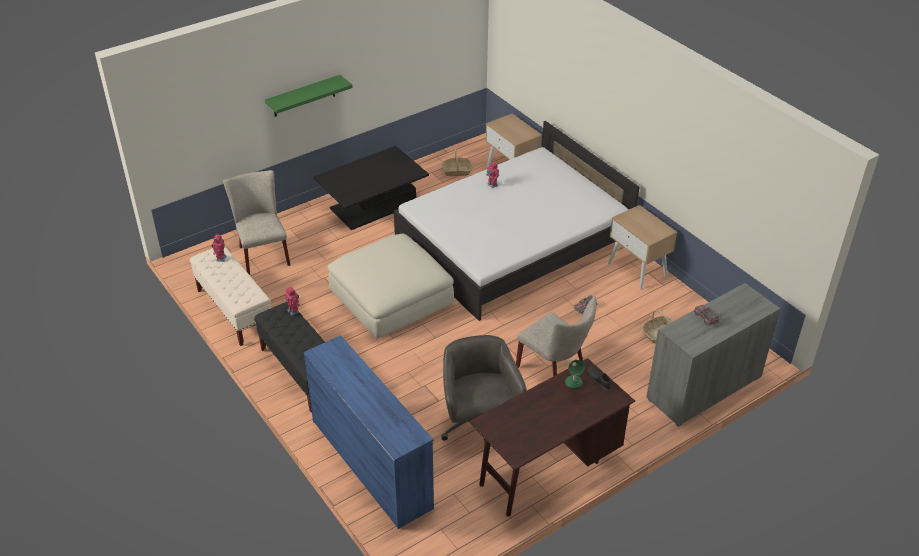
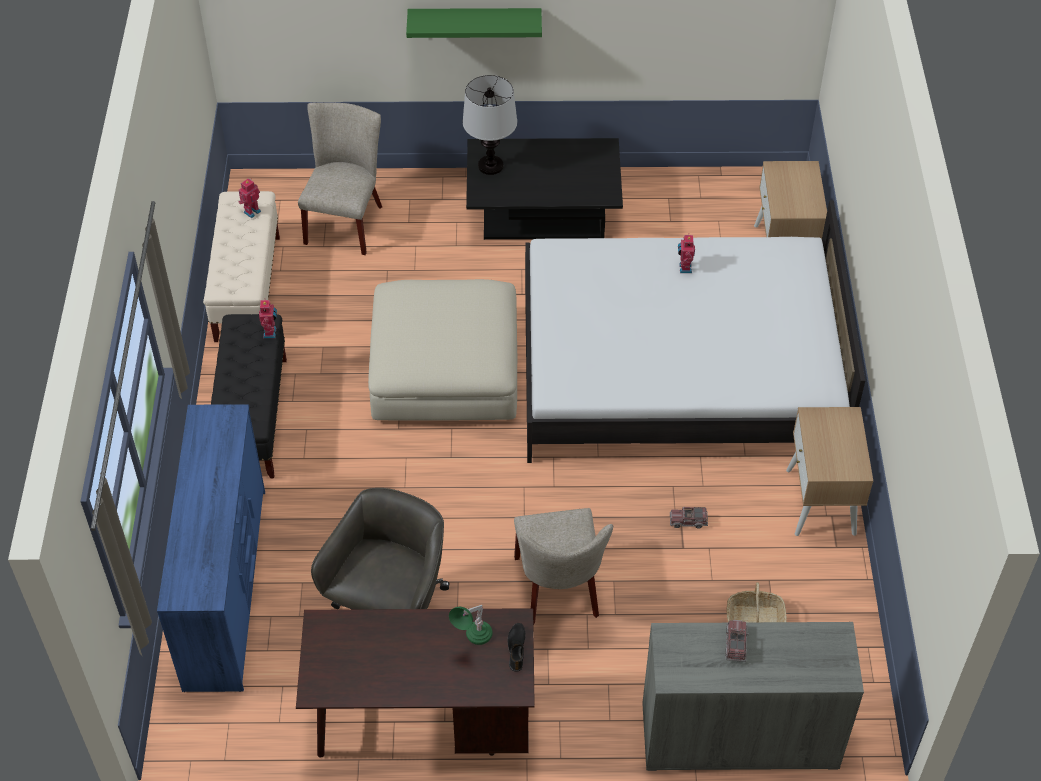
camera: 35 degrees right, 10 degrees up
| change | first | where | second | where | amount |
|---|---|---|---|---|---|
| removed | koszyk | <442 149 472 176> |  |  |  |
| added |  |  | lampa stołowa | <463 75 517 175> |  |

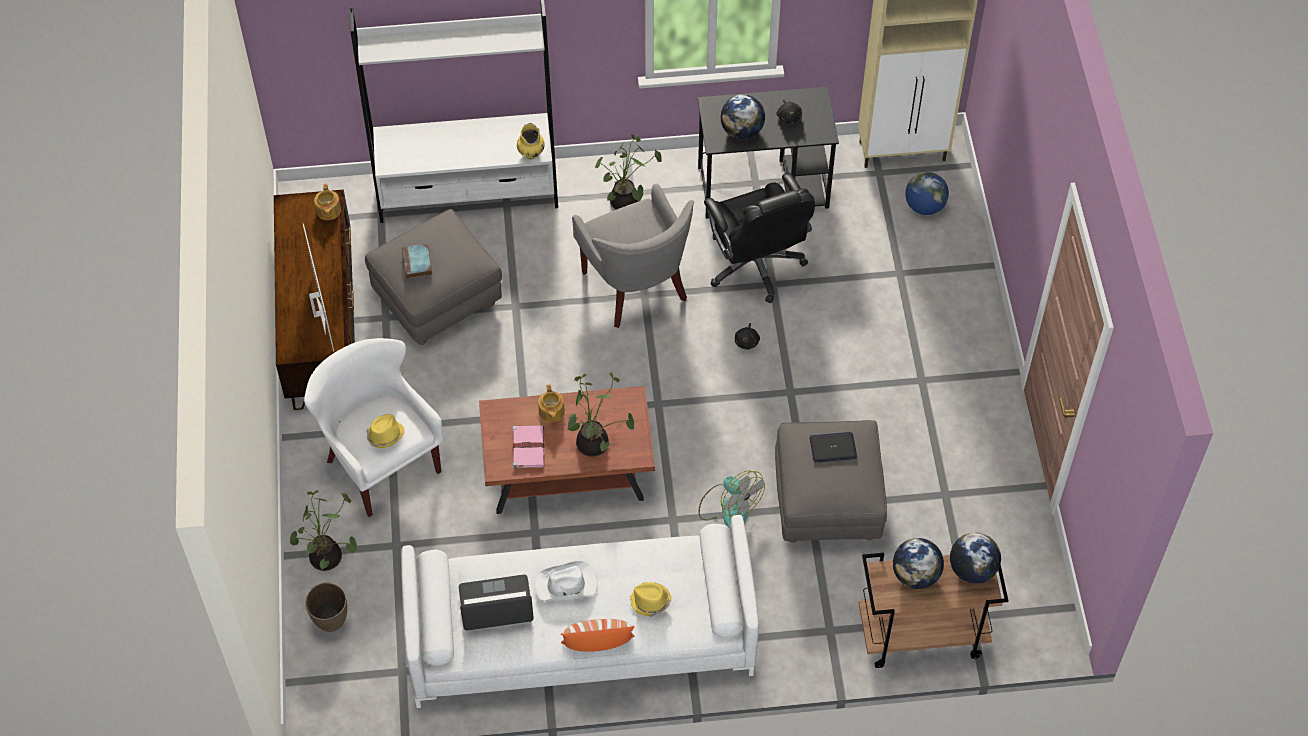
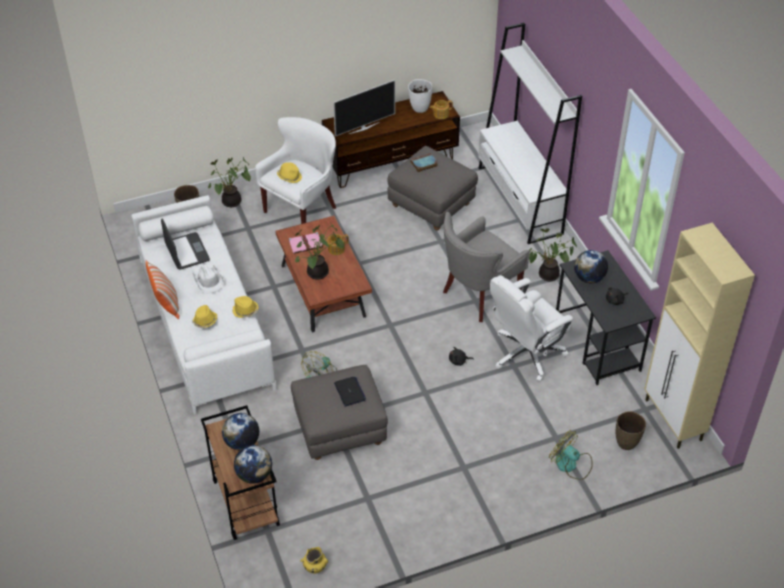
camera: 75 degrees right, 10 degrees down
| change | first | where | second | where | amount |
|---|---|---|---|---|---|
| added |  |  | kapelusz [żółty] | <232 296 259 318> |  |
| added |  |  | wazon [biały] | <408 79 432 113> |  |
| added |  |  | wentylator | <549 430 593 480> |  |
| moved | wazon [żółty] | <517 123 544 159> |  | <300 547 328 574> |  |
| replaced | globus | <905 172 949 215> | wazon [brązowy] | <616 411 646 450> |  |
| recoloured | krzesło biurowe [czarny] | <704 173 815 303> | krzesło biurowe [biały] | <490 275 573 382> |  |

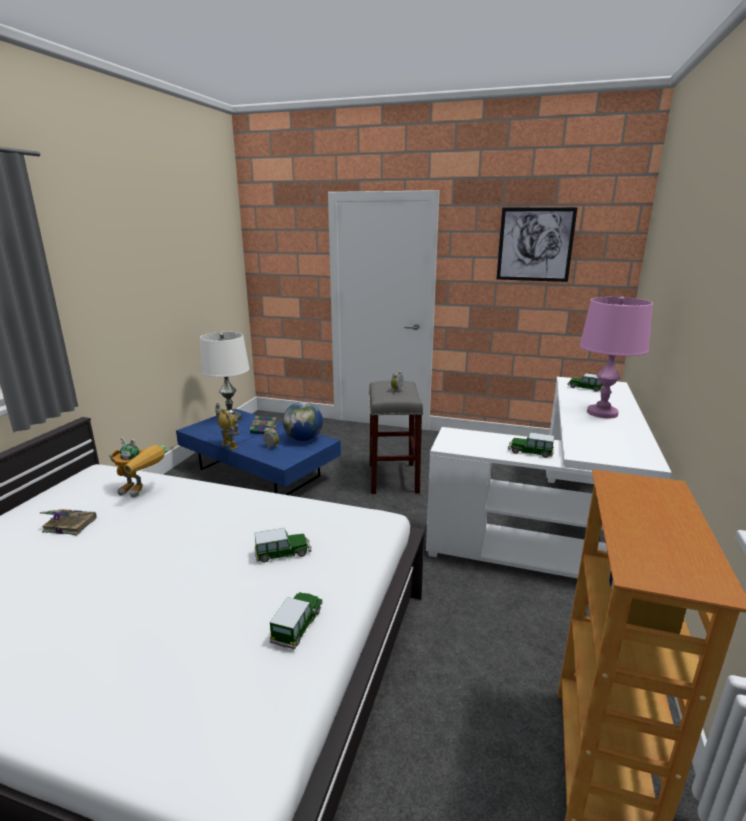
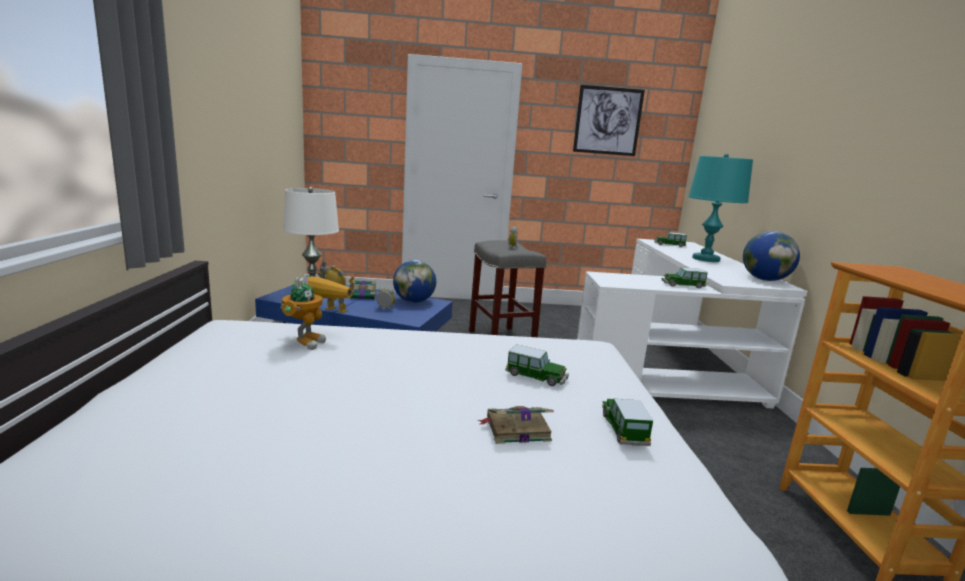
camera: 20 degrees left, 5 degrees down
| change | first | where | second | where | amount |
|---|---|---|---|---|---|
| added |  |  | globus | <743 231 800 281> |  |
| moved | książka | <40 509 97 535> |  | <478 406 554 444> |  |
| recoloured | lampa stołowa [różowy] | <580 296 653 419> | lampa stołowa [turkusowy] | <688 154 753 262> |  |
| turned | robot zabawkowy | <109 437 168 497> |  | <280 274 353 350> | 75 degrees counterclockwise |
| turned | samochodzik | <255 528 311 562> |  | <505 344 569 386> | 60 degrees clockwise |

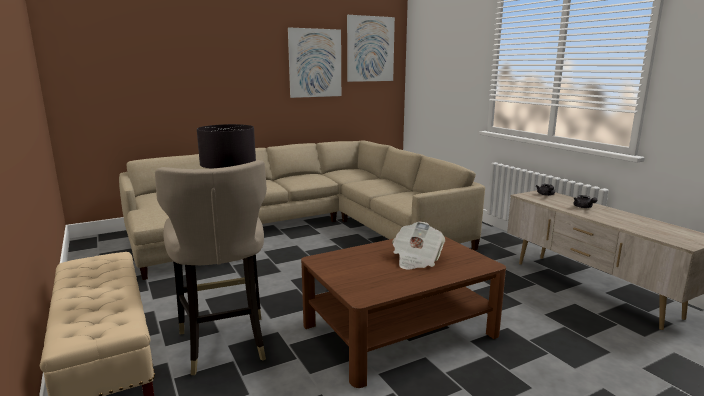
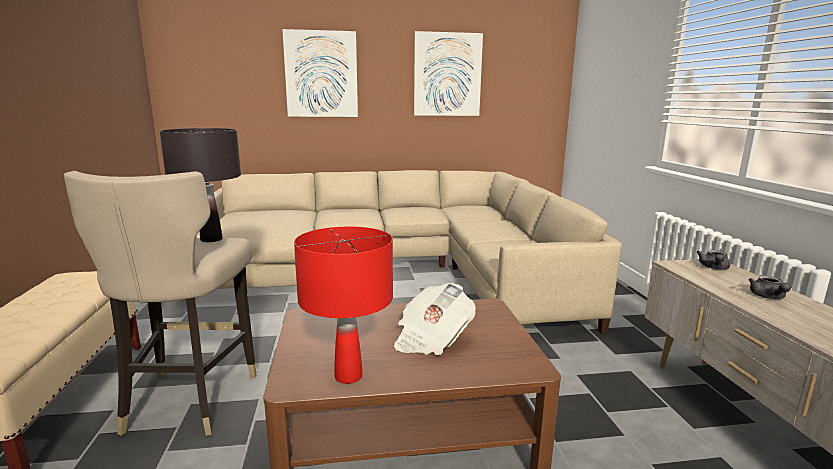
camera: 20 degrees right, 0 degrees up
| change | first | where | second | where | amount |
|---|---|---|---|---|---|
| added |  |  | lampa stołowa [czerwony] | <294 227 393 384> |  |
| moved | obraz | <347 15 395 82> |  | <282 29 358 117> |  |

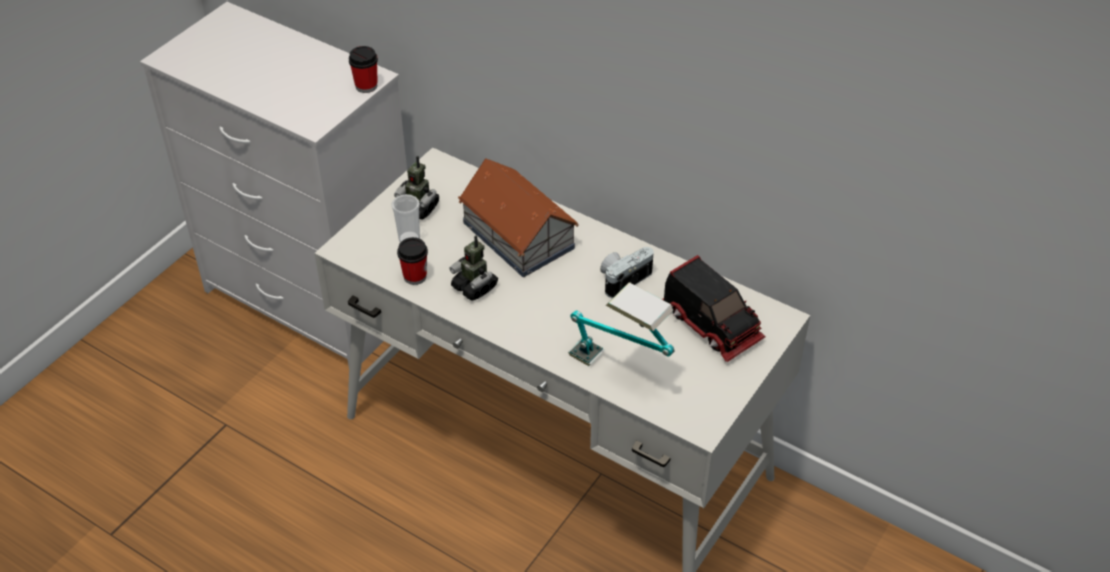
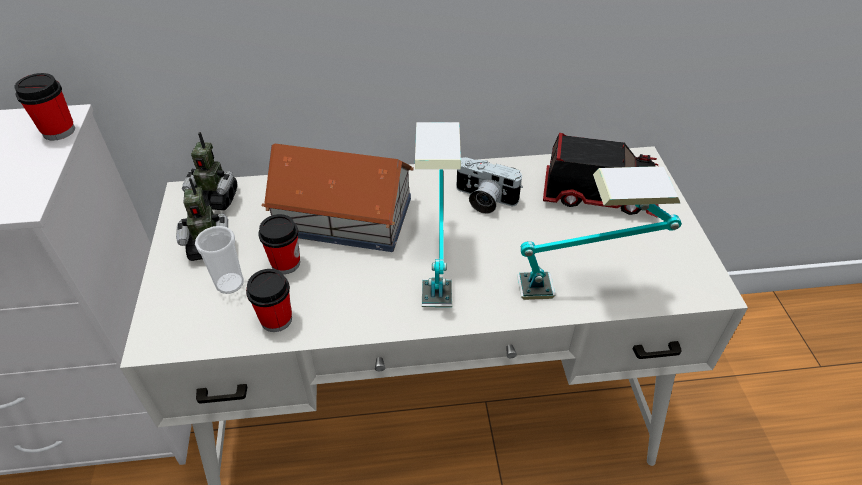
camera: 40 degrees left, 0 degrees up
| change | first | where | second | where | amount |
|---|---|---|---|---|---|
| added |  |  | filiżanka | <258 214 300 274> |  |
| added |  |  | lampa stołowa | <415 122 461 307> |  |
| moved | robot zabawkowy | <449 235 498 301> |  | <182 132 237 210> |  |
| turned | aparat fotograficzny | <600 247 654 298> |  | <456 157 523 214> | 75 degrees counterclockwise |

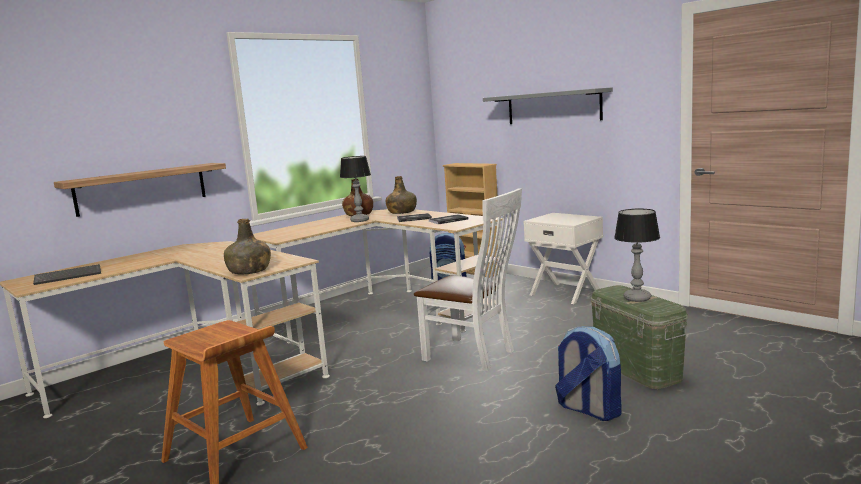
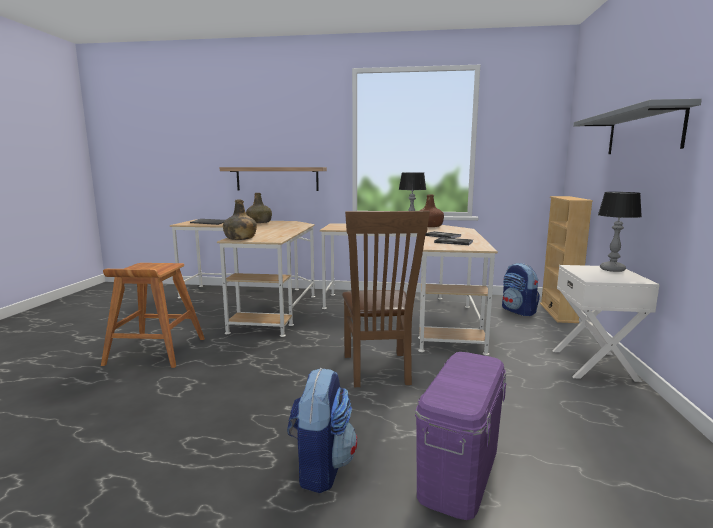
camera: 50 degrees right, 0 degrees up
| change | first | where | second | where | amount |
|---|---|---|---|---|---|
| moved | butelka [zielony] | <385 176 417 214> |  | <246 193 272 223> |  |
| moved | lampa stołowa | <614 209 660 302> |  | <598 192 642 272> |  |
| recoloured | krzesło [biały] | <414 188 522 371> | krzesło [brązowy] | <342 211 430 387> |  |
| recoloured | pojemnik do przechowywania [zielony] | <591 285 688 389> | pojemnik do przechowywania [fioletowy] | <415 352 506 520> |  |

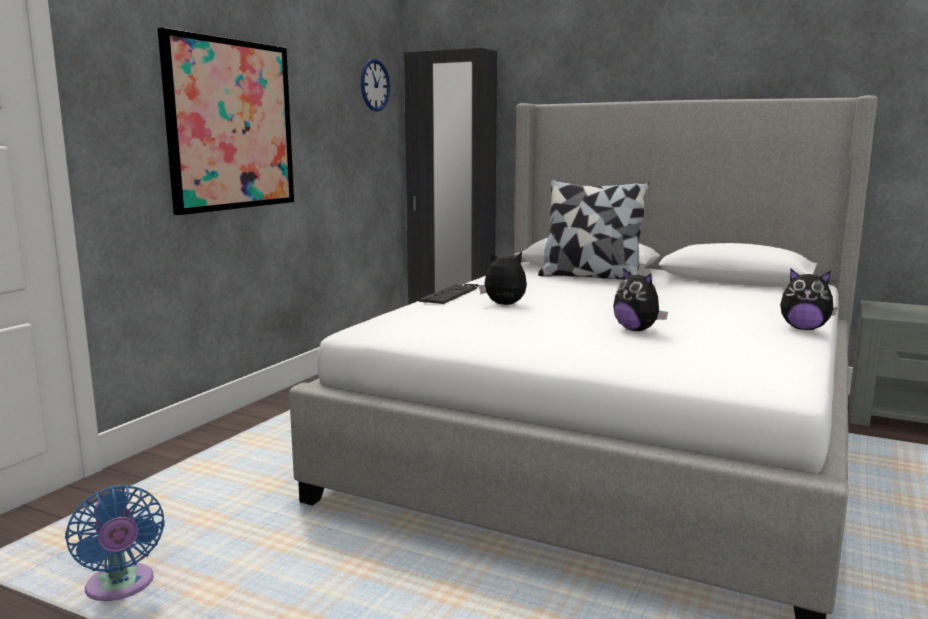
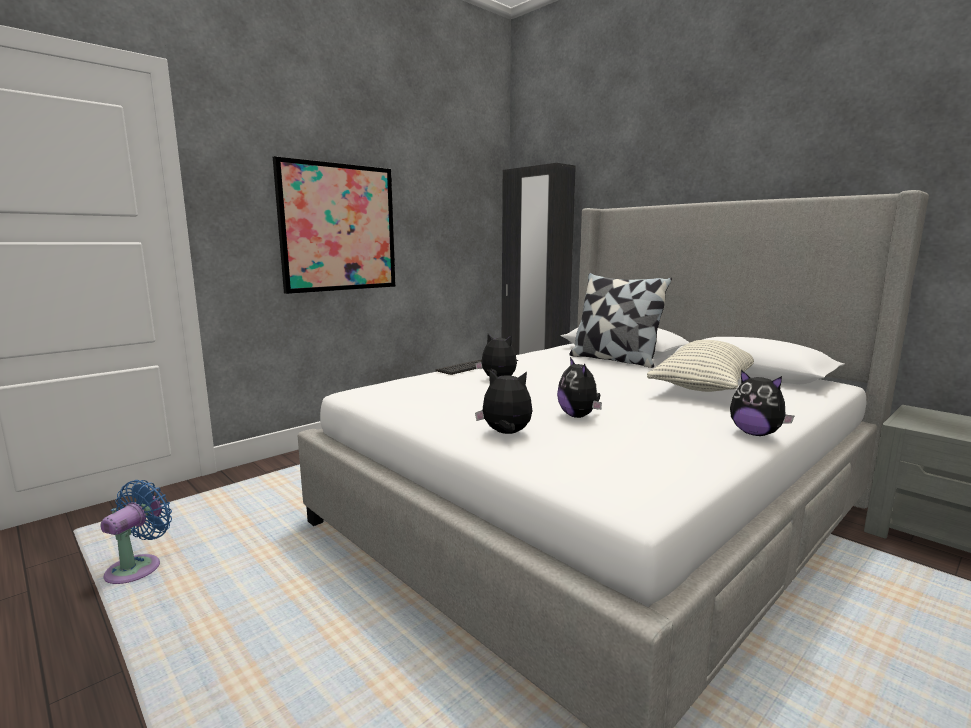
camera: 20 degrees right, 0 degrees up
| change | first | where | second | where | amount |
|---|---|---|---|---|---|
| removed | zegar ścienny | <361 59 390 111> |  |  |  |
| added |  |  | pluszak | <475 370 532 434> |  |
| added |  |  | poduszka | <647 340 754 392> |  |
| turned | wentylator [niebieski] | <65 485 165 601> |  | <101 480 172 584> | 150 degrees counterclockwise |

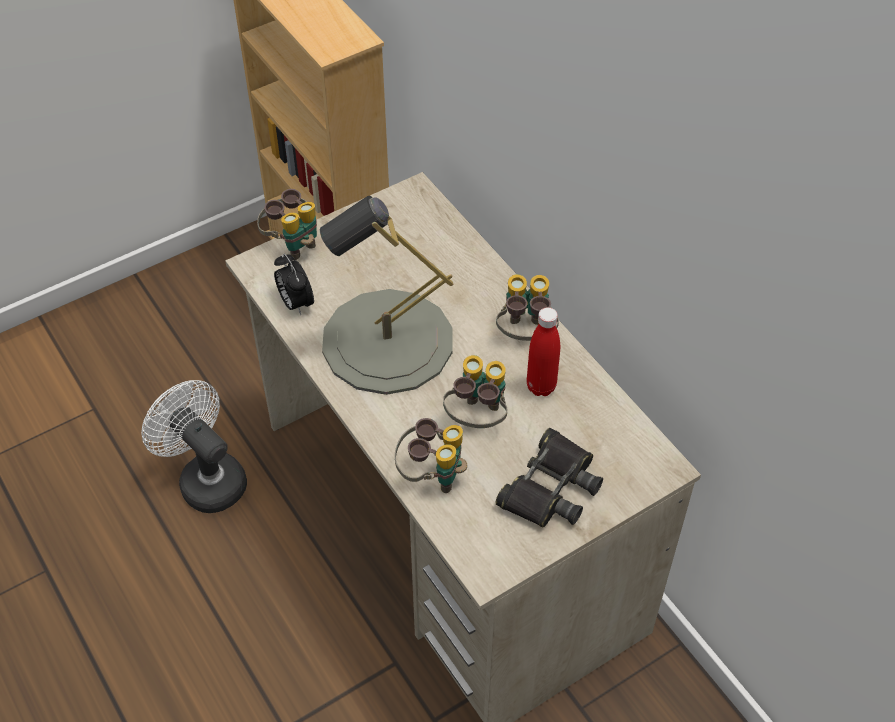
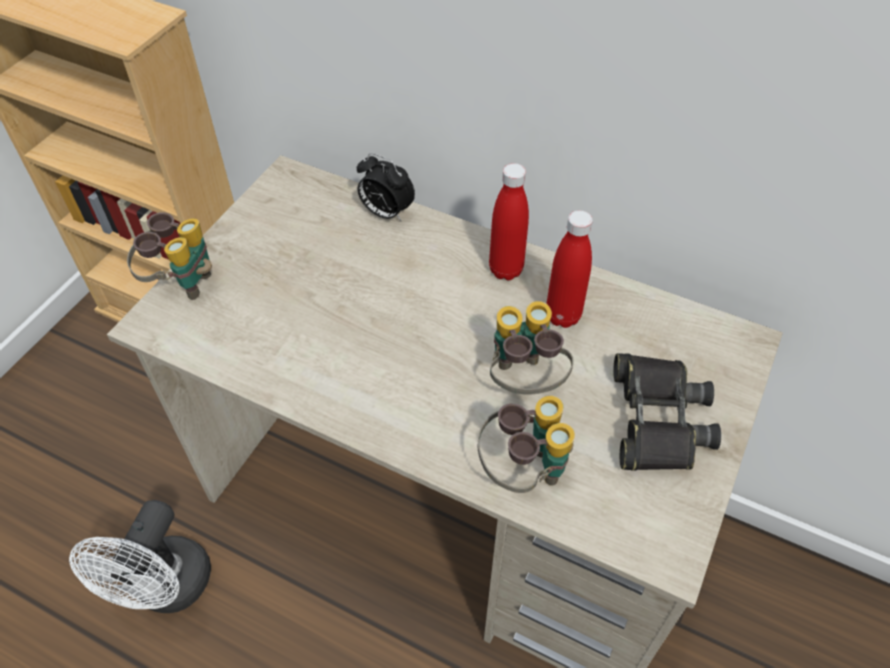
camera: 30 degrees left, 0 degrees up
| change | first | where | second | where | amount |
|---|---|---|---|---|---|
| removed | lampa stołowa [szary] | <320 196 453 395> |  |  |  |
| moved | budzik | <274 254 314 315> |  | <357 153 415 222> |  |
| replaced | lornetka | <496 274 559 341> | butelka [czerwony] | <489 163 529 280> |  |
| turned | wentylator [biały] | <142 380 247 513> |  | <69 500 211 613> | 90 degrees counterclockwise |

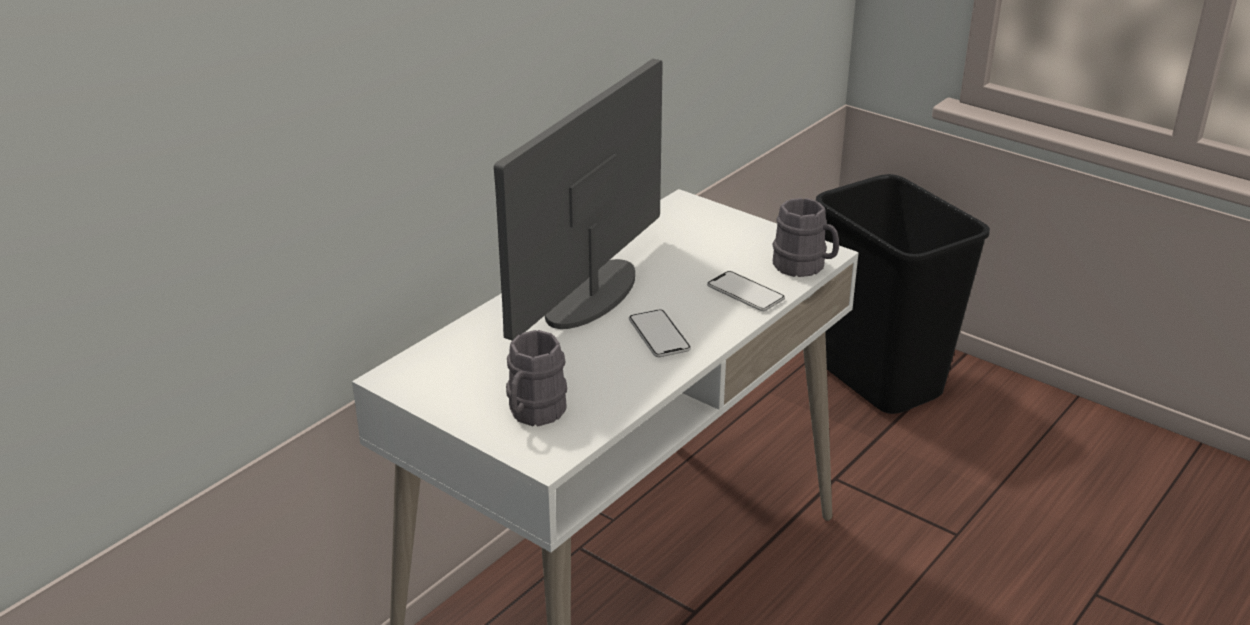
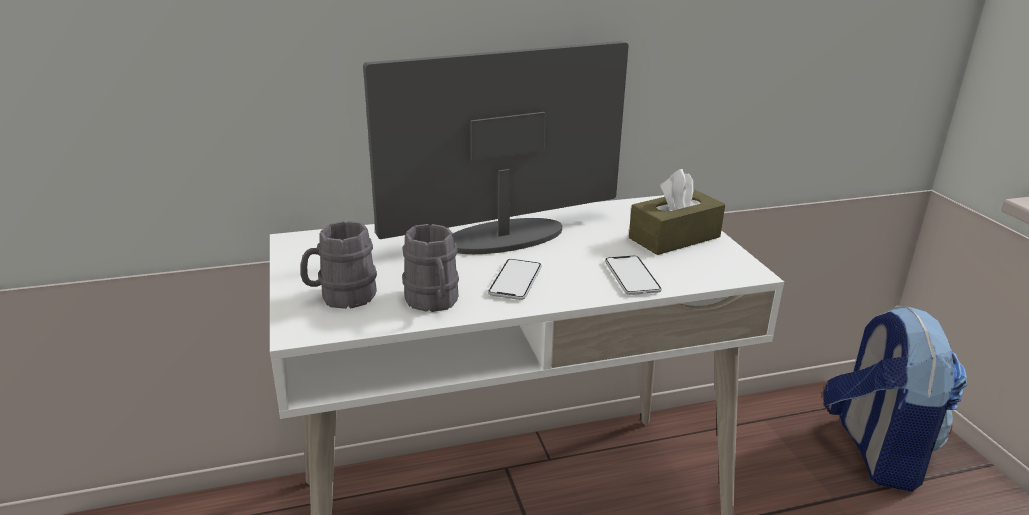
camera: 35 degrees right, 5 degrees down
| change | first | where | second | where | amount |
|---|---|---|---|---|---|
| added |  |  | pudełko chusteczek [brązowy] | <629 169 725 255> |  |
| moved | kubek [szary] | <773 198 839 277> |  | <402 224 459 312> |  |
| replaced | kosz na śmieci [czarny] | <816 174 990 414> | plecak | <823 305 967 492> |  |

